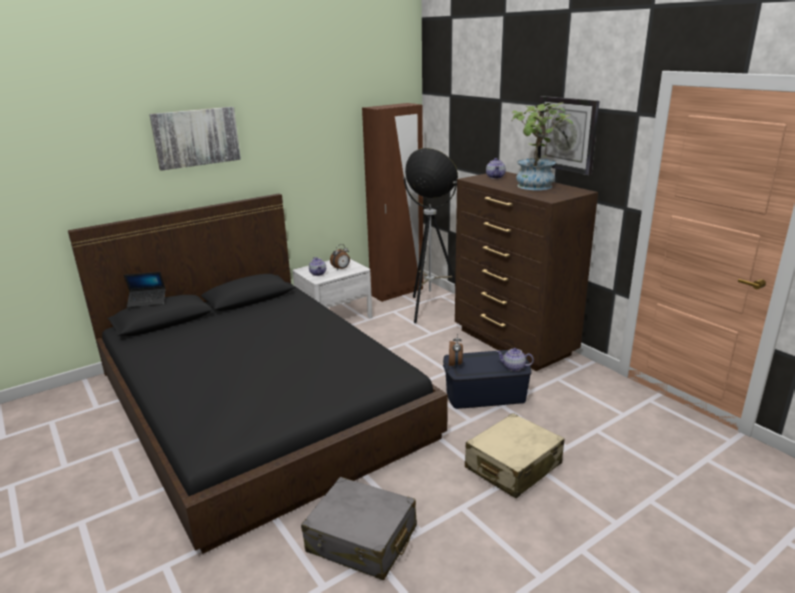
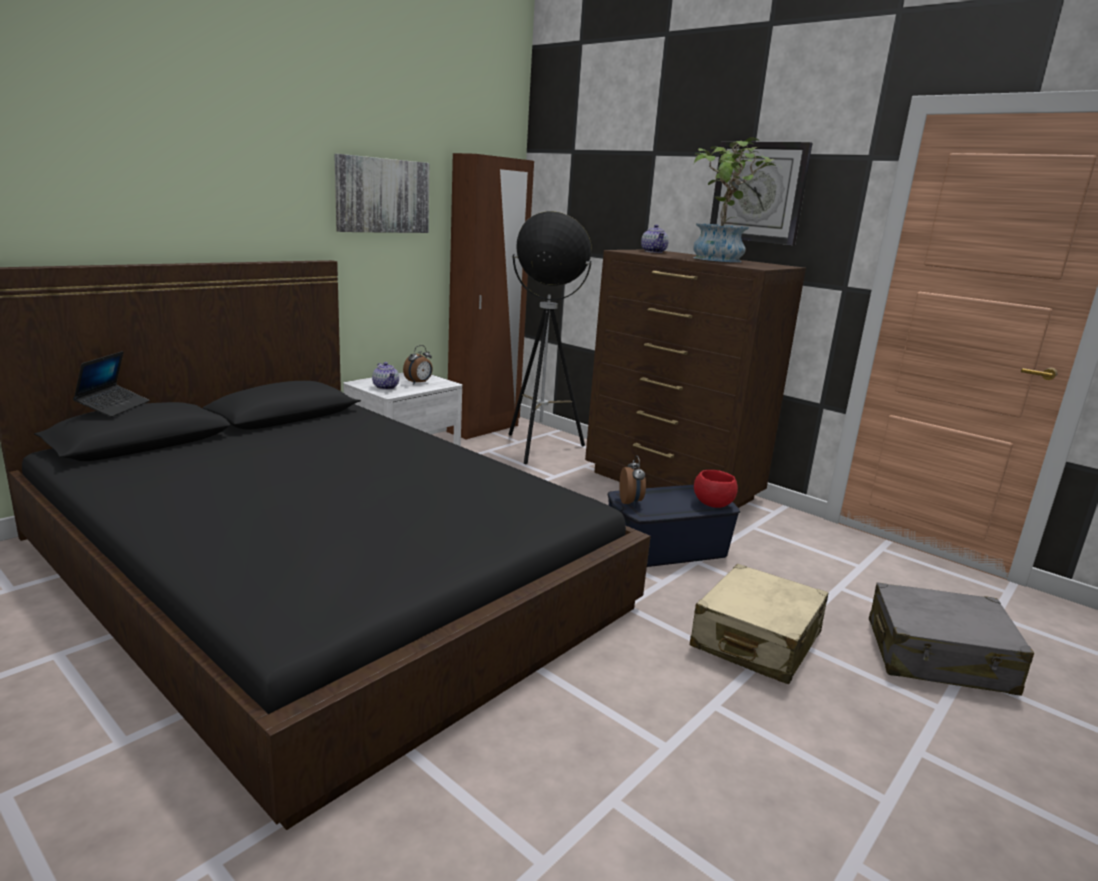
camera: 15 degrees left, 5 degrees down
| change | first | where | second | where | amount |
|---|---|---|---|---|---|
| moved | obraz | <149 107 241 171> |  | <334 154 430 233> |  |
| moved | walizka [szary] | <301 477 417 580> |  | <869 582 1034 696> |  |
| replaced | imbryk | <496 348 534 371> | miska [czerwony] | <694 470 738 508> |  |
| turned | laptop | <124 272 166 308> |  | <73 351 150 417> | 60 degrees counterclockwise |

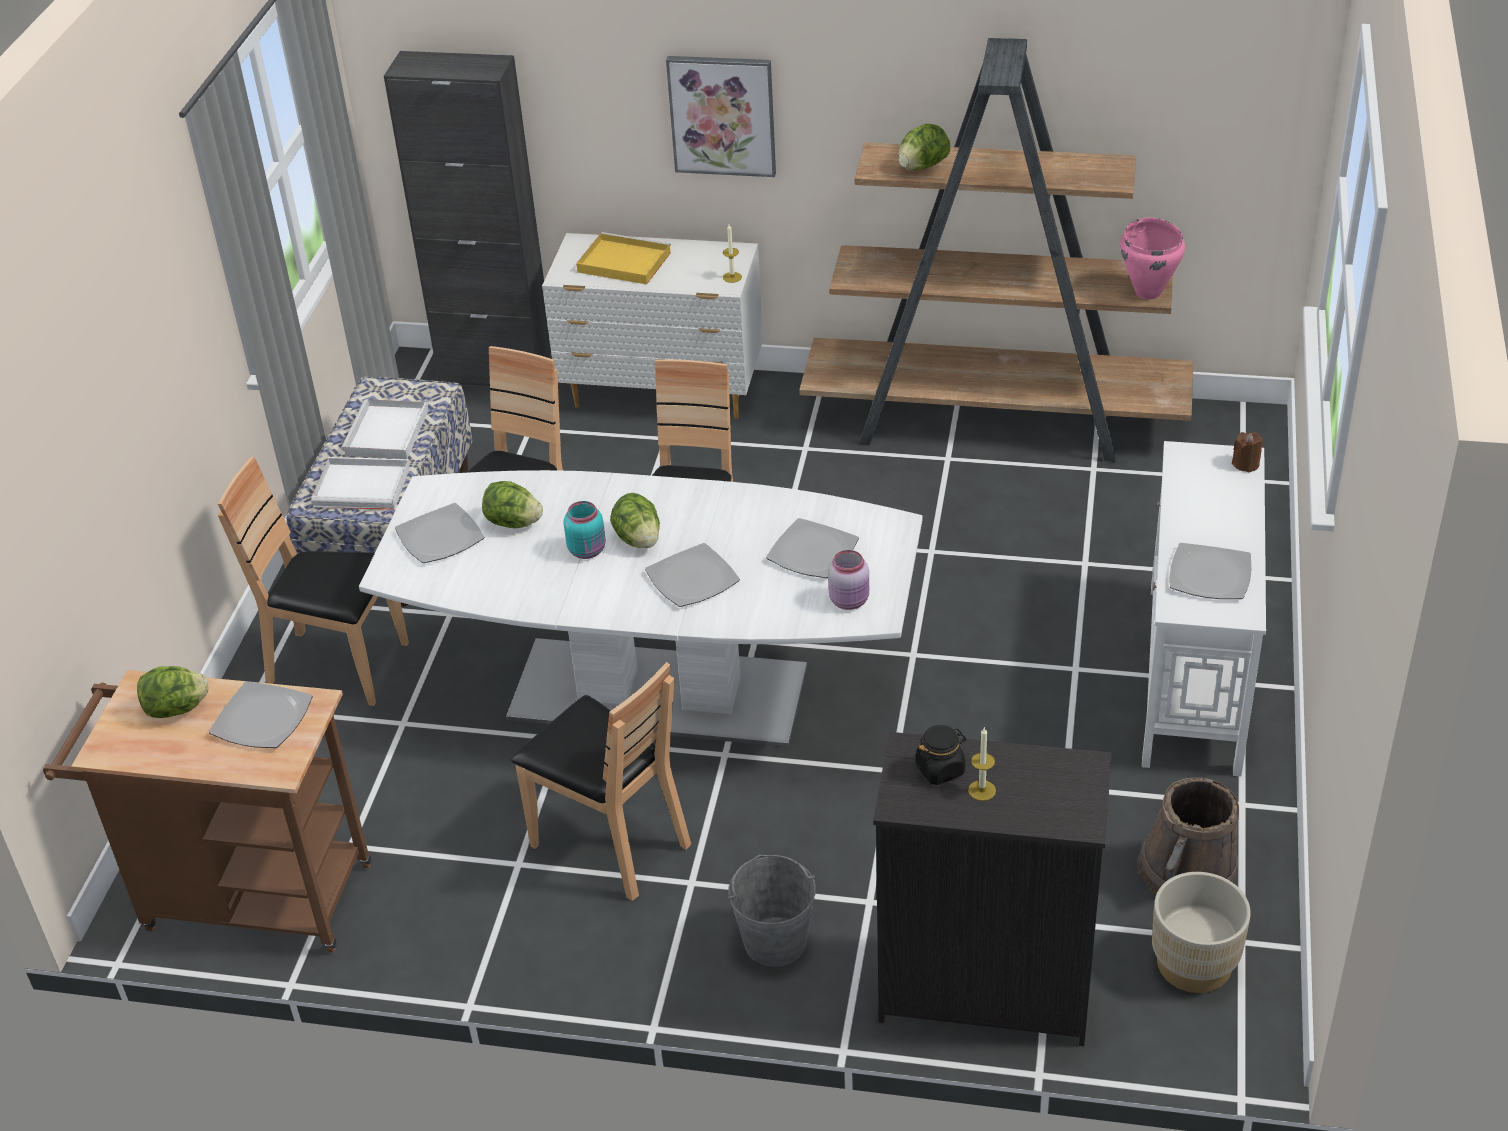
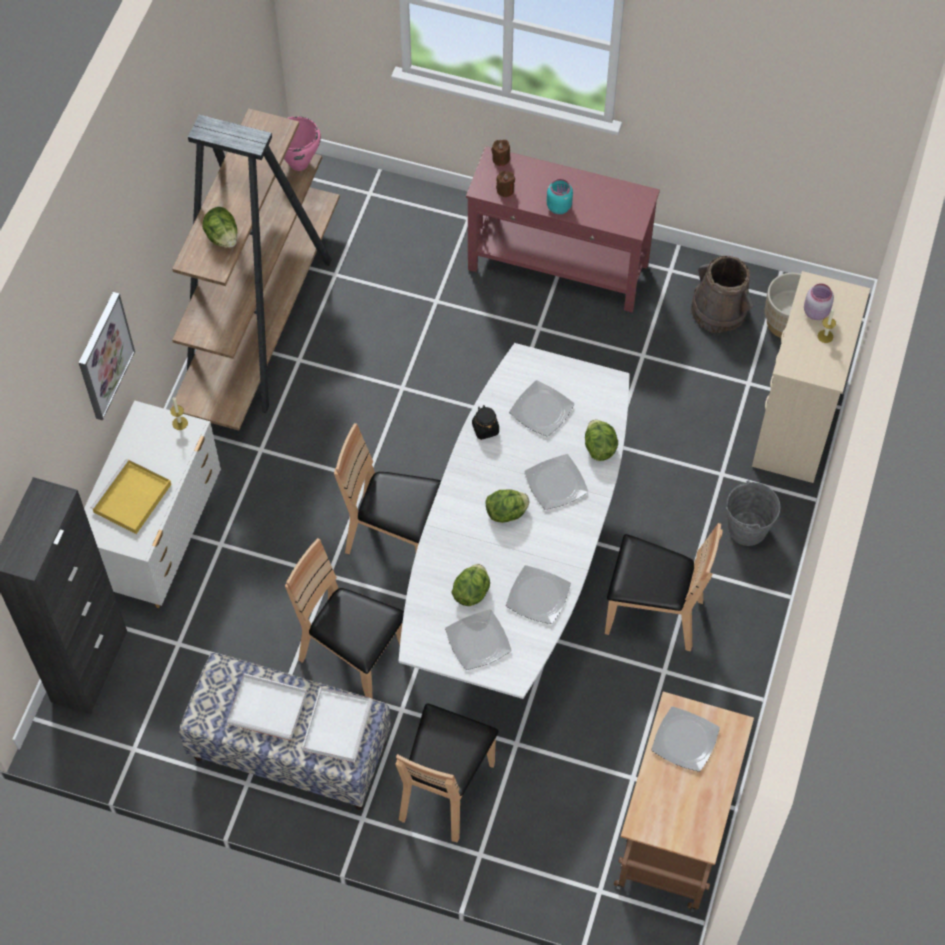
camera: 85 degrees left, 20 degrees up
| change | first | where | second | where | amount |
|---|---|---|---|---|---|
| added |  |  | świeca [brązowy] | <496 171 515 197> |  |
| moved | sałata | <137 666 209 718> |  | <585 420 618 461> |  |
| moved | słoik [turkusowy] | <563 501 606 559> |  | <547 179 573 214> |  |
| moved | słoik [różowy] | <828 550 869 610> |  | <804 283 834 320> |  |
| moved | słoik [czarny] | <915 725 966 785> |  | <472 405 499 440> |  |
| moved | talerz | <1170 543 1251 599> |  | <506 565 571 624> |  |
| recoloured | komoda [czarny] | <873 732 1112 1046> | komoda [beżowy] | <752 271 870 483> |  |
| recoloured | stolik konsolowy [biały] | <1142 441 1266 777> | stolik konsolowy [czerwony] | <466 146 660 312> |  |
| turned | krzesło [brązowy] | <511 662 691 901> |  | <605 523 723 651> | 60 degrees clockwise |

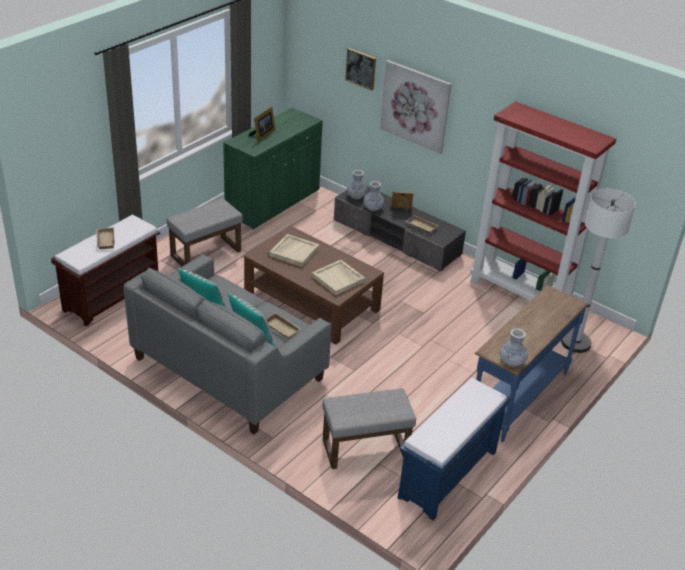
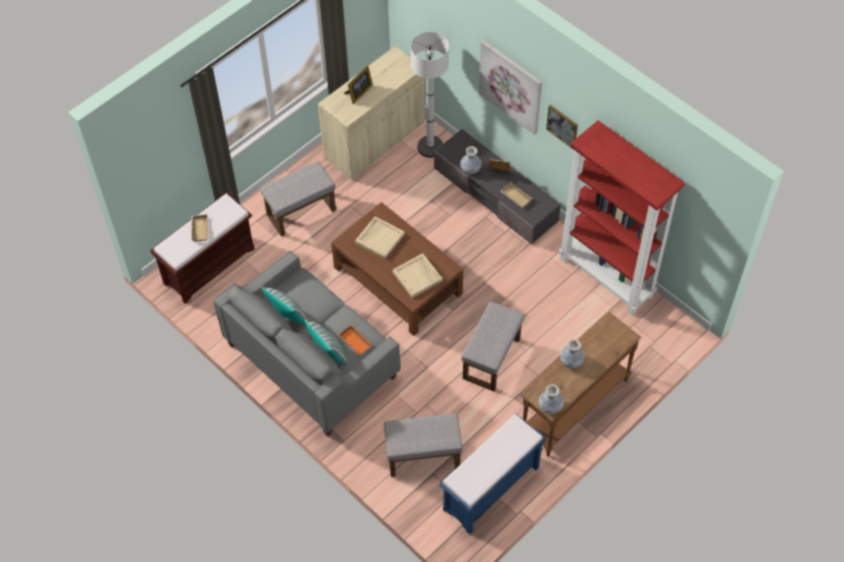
camera: 10 degrees right, 20 degrees up
| change | first | where | second | where | amount |
|---|---|---|---|---|---|
| added |  |  | pufa [szary] | <462 301 524 391> |  |
| moved | obraz | <345 48 376 90> |  | <546 105 578 147> |  |
| moved | wazon | <347 170 367 199> |  | <560 339 584 368> |  |
| moved | lampa stojąca [biały] | <561 189 636 353> |  | <411 32 449 158> |  |
| recoloured | szafka [zielony] | <223 108 323 230> | szafka [beżowy] | <318 46 425 180> |  |
| recoloured | taca [beżowy] | <266 312 301 339> | taca [pomarańczowy] | <339 325 373 356> |  |
| recoloured | stolik konsolowy [niebieski] | <474 285 588 442> | stolik konsolowy [brązowy] | <519 311 641 457> |  |

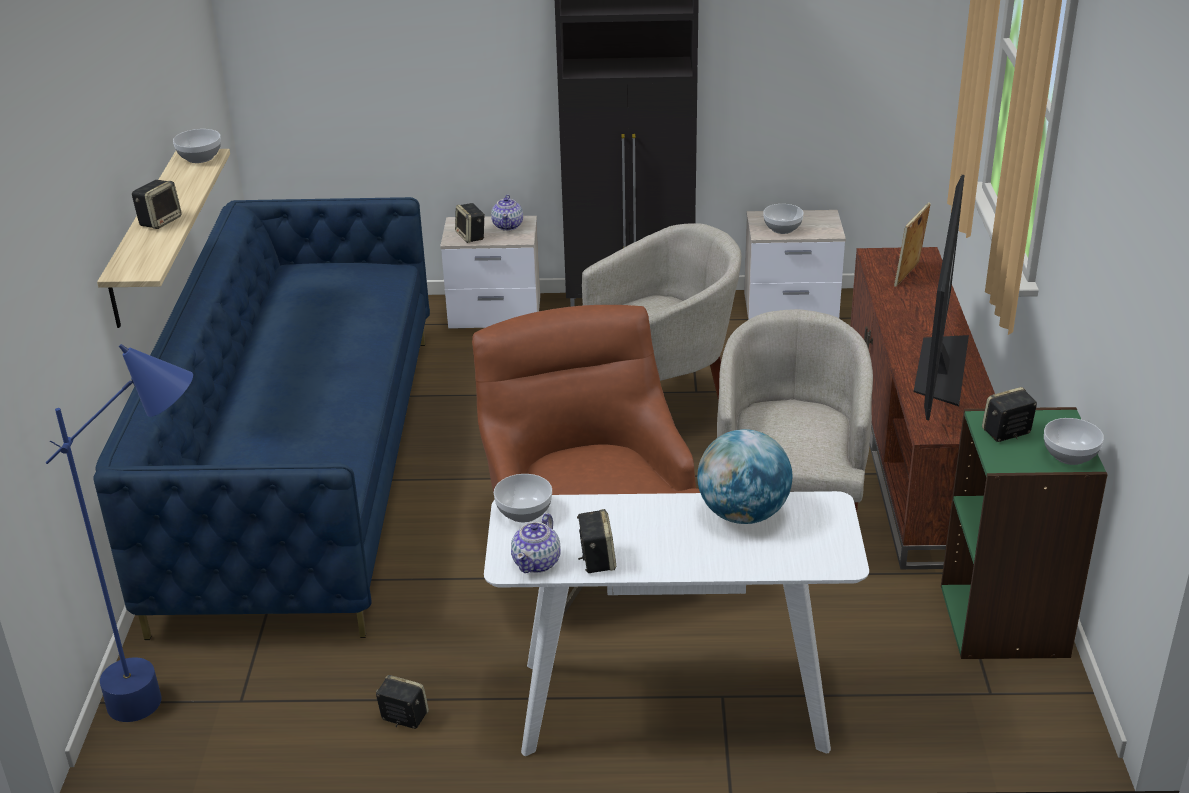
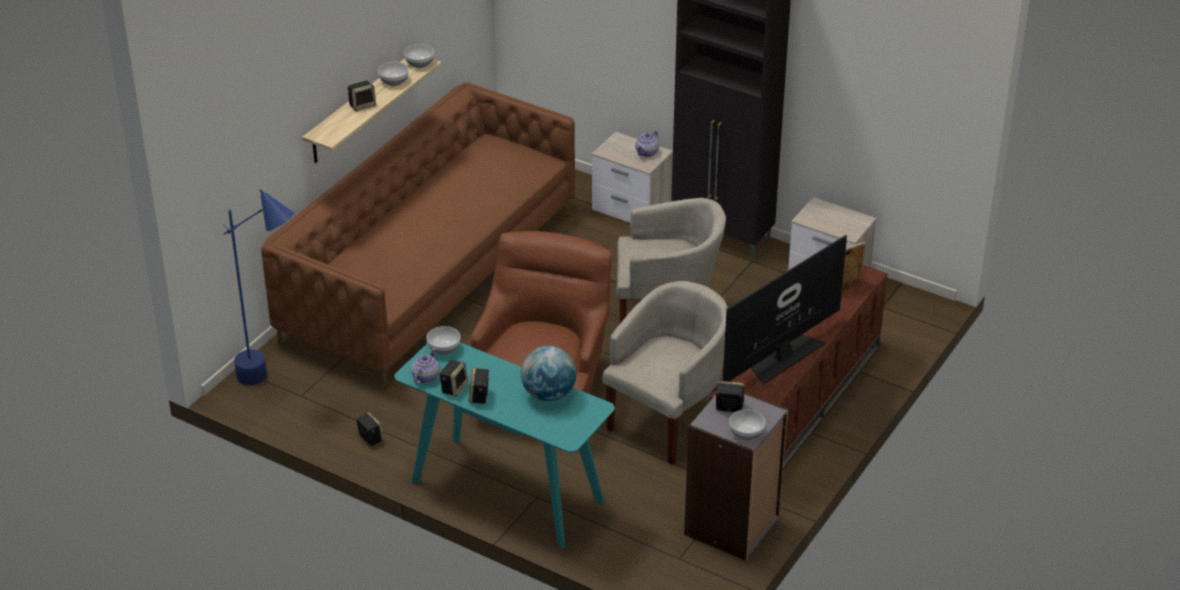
camera: 30 degrees right, 5 degrees up
| change | first | where | second | where | amount |
|---|---|---|---|---|---|
| moved | głośnik | <455 203 485 243> |  | <469 368 490 404> |  |
| moved | miska | <763 204 804 234> |  | <378 62 409 86> |  |
| recoloured | kanapa [niebieski] | <93 197 430 640> | kanapa [brązowy] | <261 83 575 389> |  |
| recoloured | stolik konsolowy [biały] | <484 491 869 756> | stolik konsolowy [turkusowy] | <394 343 615 548> |  |
| recoloured | regał [zielony] | <941 407 1108 659> | regał [szary] | <684 392 788 561> |  |
| turned | imbryk | <511 513 561 573> |  | <411 348 439 385> | 150 degrees clockwise |

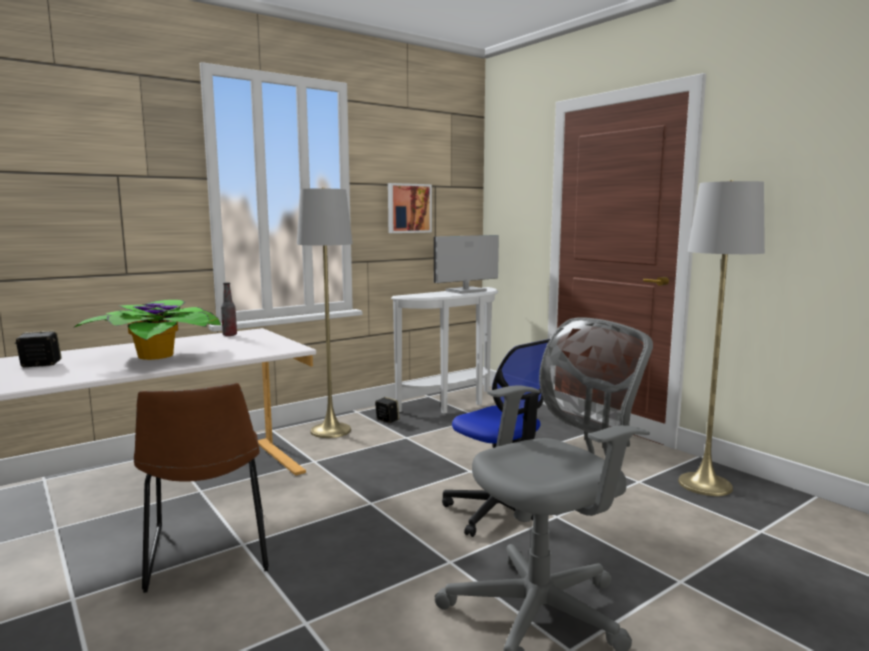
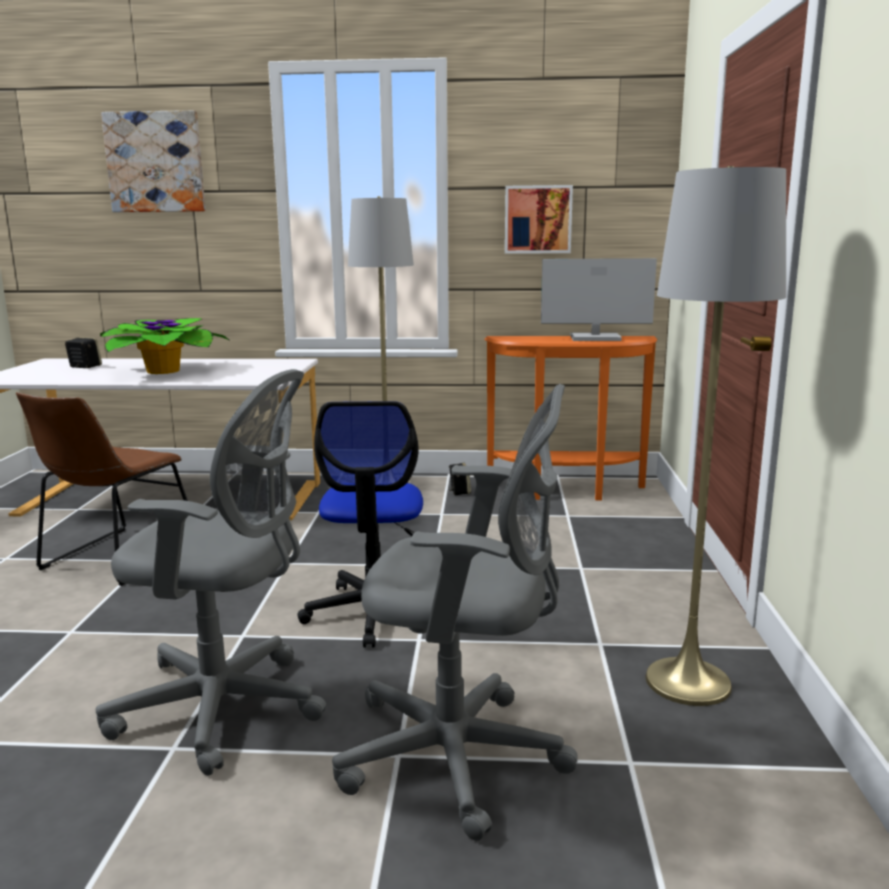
camera: 40 degrees right, 5 degrees up
| change | first | where | second | where | amount |
|---|---|---|---|---|---|
| removed | butelka | <221 282 237 336> |  |  |  |
| added |  |  | obraz | <101 110 205 212> |  |
| added |  |  | krzesło biurowe [szary] | <332 384 578 841> |  |
| recoloured | stolik konsolowy [biały] | <391 287 498 413> | stolik konsolowy [pomarańczowy] | <484 336 657 501> |  |

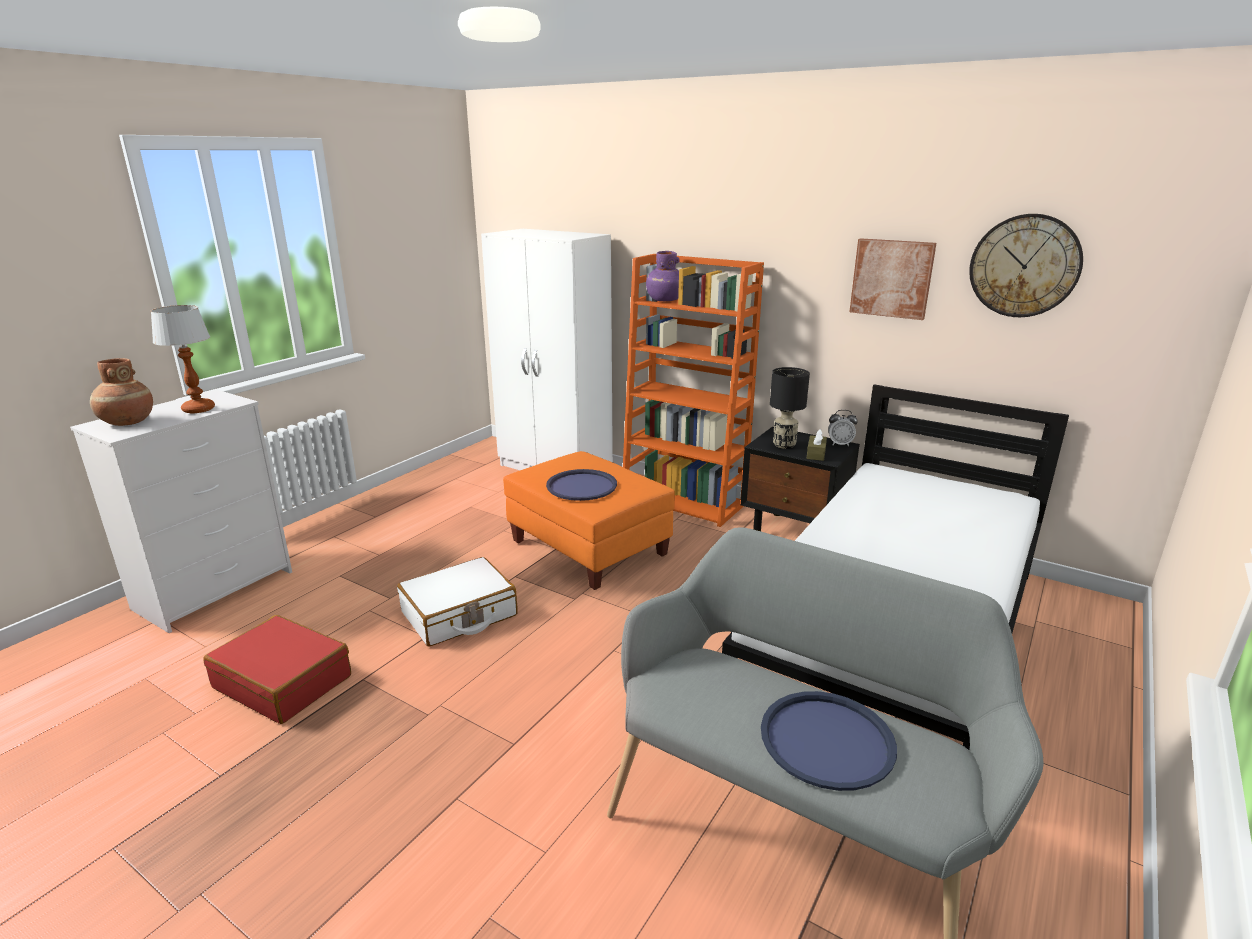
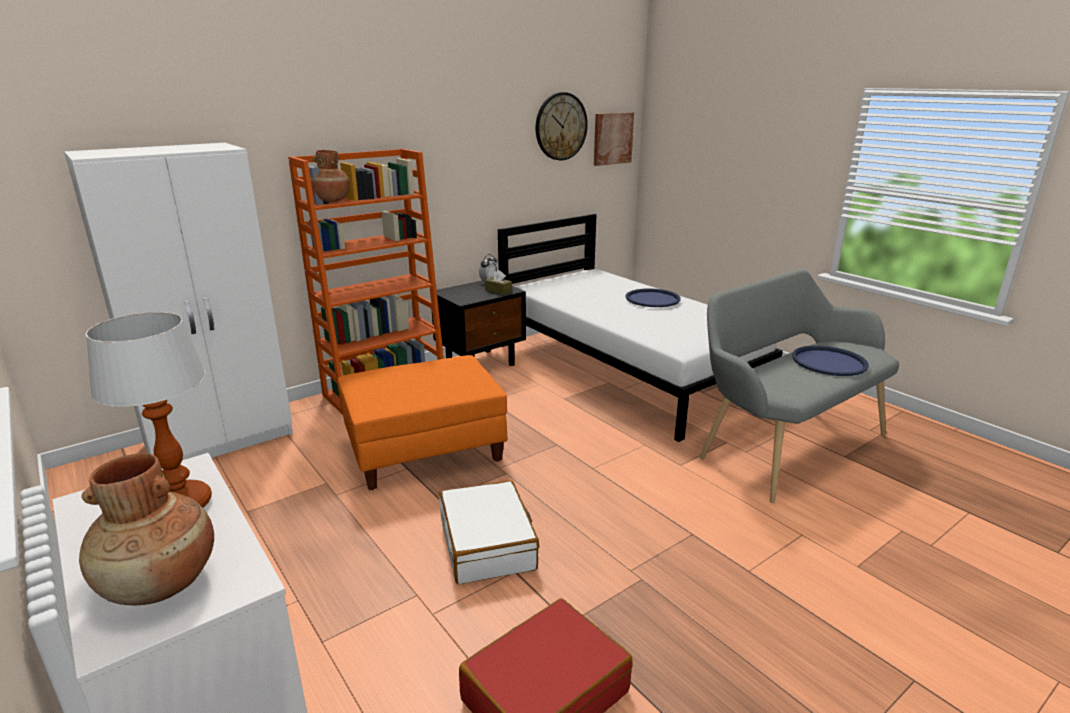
camera: 70 degrees left, 0 degrees up
| change | first | where | second | where | amount |
|---|---|---|---|---|---|
| removed | lampa stołowa [czarny] | <770 367 810 449> |  |  |  |
| moved | taca [niebieski] | <546 469 617 501> |  | <625 288 681 307> |  |
| moved | obraz | <849 238 936 320> |  | <594 112 634 166> |  |
| recoloured | wazon [fioletowy] | <646 251 680 301> | wazon [brązowy] | <310 150 350 202> |  |

